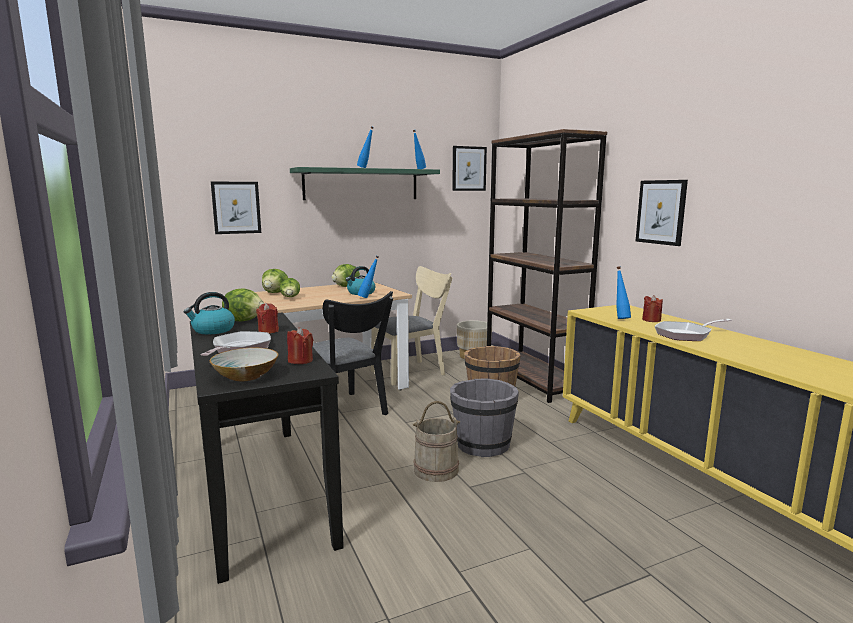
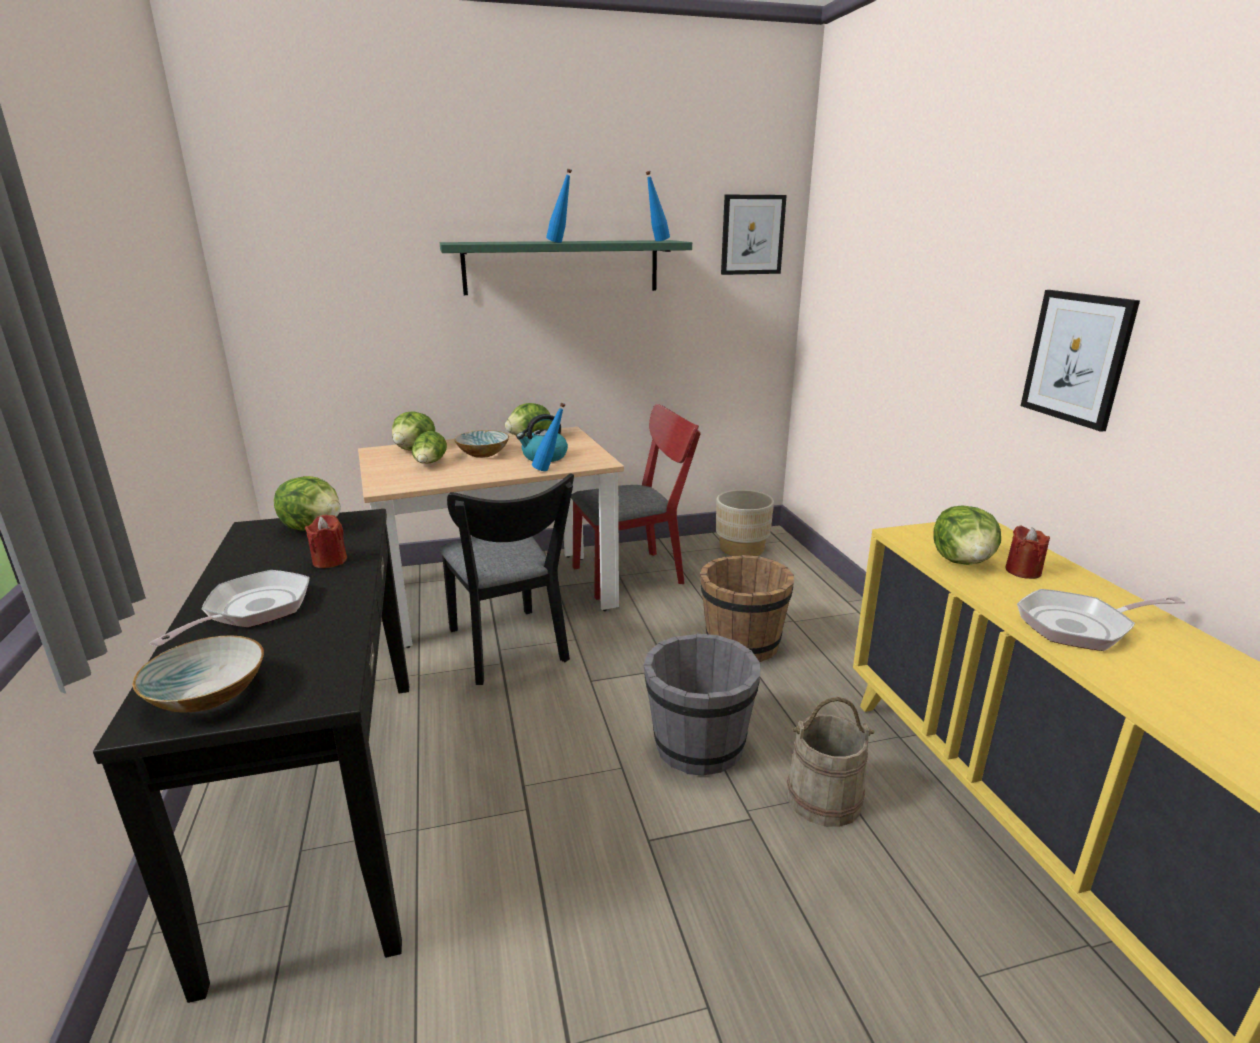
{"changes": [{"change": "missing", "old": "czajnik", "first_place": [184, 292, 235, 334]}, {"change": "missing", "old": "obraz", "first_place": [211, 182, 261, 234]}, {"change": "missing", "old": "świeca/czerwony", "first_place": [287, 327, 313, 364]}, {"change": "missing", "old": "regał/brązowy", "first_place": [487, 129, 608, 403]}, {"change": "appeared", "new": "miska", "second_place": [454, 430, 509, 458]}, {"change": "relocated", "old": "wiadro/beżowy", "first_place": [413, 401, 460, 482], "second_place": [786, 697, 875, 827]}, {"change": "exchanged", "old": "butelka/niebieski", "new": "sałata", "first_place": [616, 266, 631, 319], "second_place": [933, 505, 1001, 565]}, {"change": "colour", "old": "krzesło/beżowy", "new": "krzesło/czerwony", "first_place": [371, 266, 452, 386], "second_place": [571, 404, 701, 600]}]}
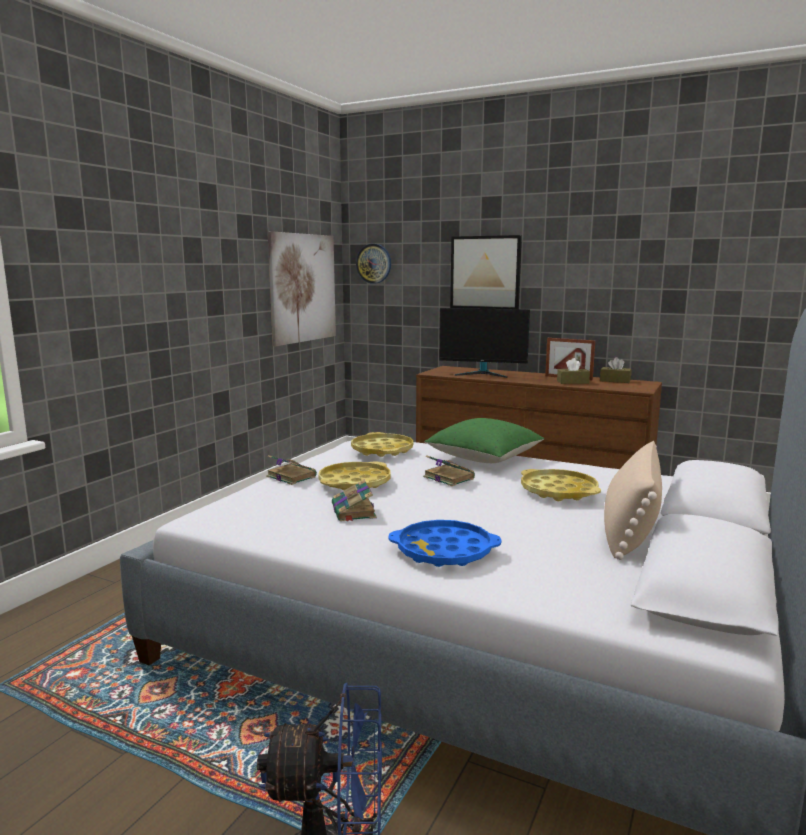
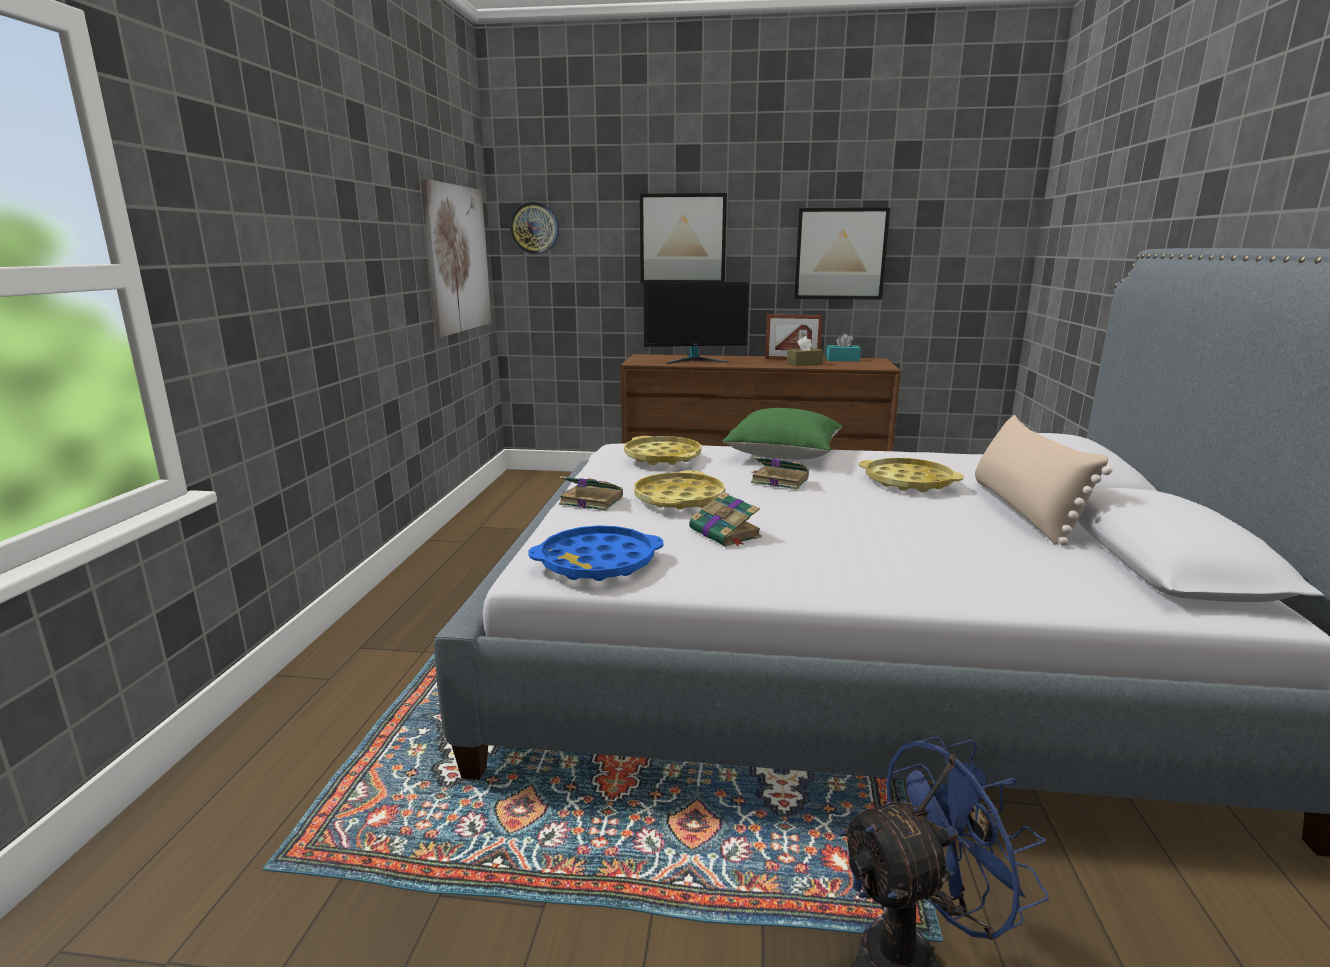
{"changes": [{"change": "appeared", "new": "obraz", "second_place": [794, 208, 890, 300]}, {"change": "relocated", "old": "taca/niebieski", "first_place": [388, 520, 501, 567], "second_place": [528, 525, 664, 581]}, {"change": "colour", "old": "pudełko chusteczek/brązowy", "new": "pudełko chusteczek/turkusowy", "first_place": [600, 357, 632, 383], "second_place": [826, 333, 861, 361]}]}
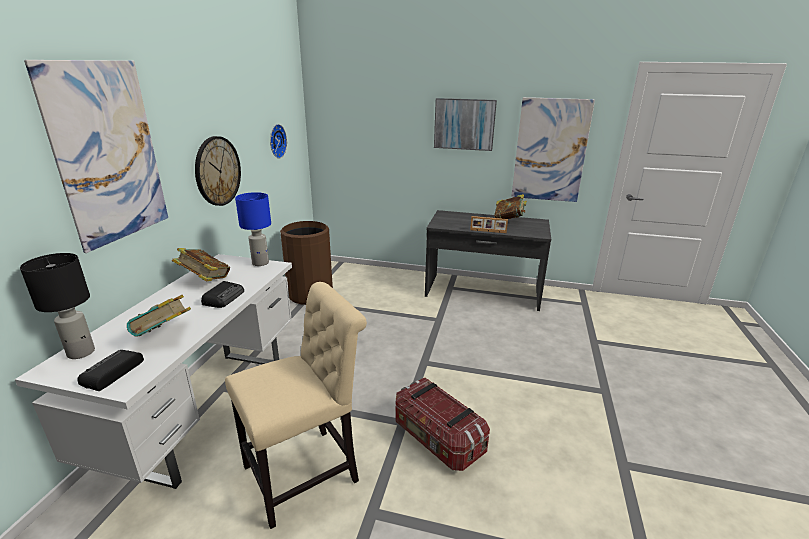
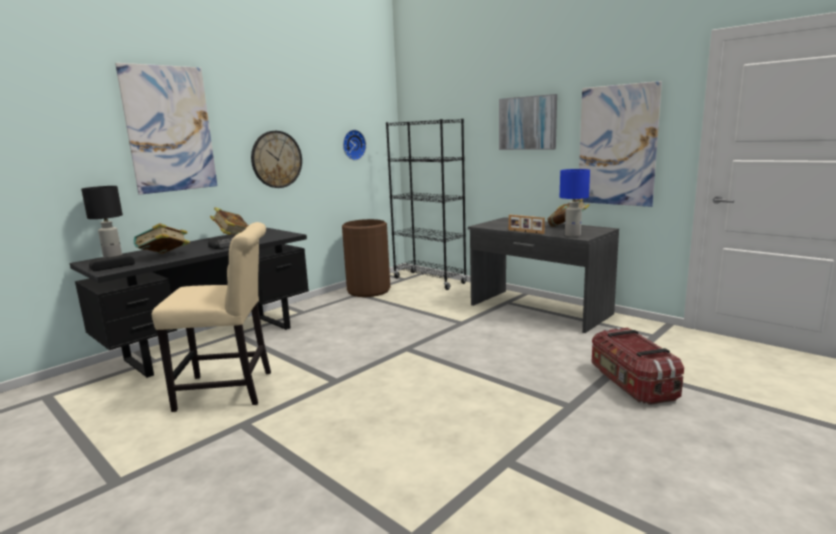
{"changes": [{"change": "appeared", "new": "regał/czarny", "second_place": [386, 119, 467, 290]}, {"change": "relocated", "old": "lampa stołowa/niebieski", "first_place": [235, 192, 271, 266], "second_place": [560, 169, 590, 237]}, {"change": "relocated", "old": "pojemnik do przechowywania", "first_place": [396, 378, 490, 471], "second_place": [591, 328, 684, 405]}, {"change": "colour", "old": "biurko/biały", "new": "biurko/czarny", "first_place": [15, 254, 292, 489], "second_place": [70, 228, 309, 378]}]}
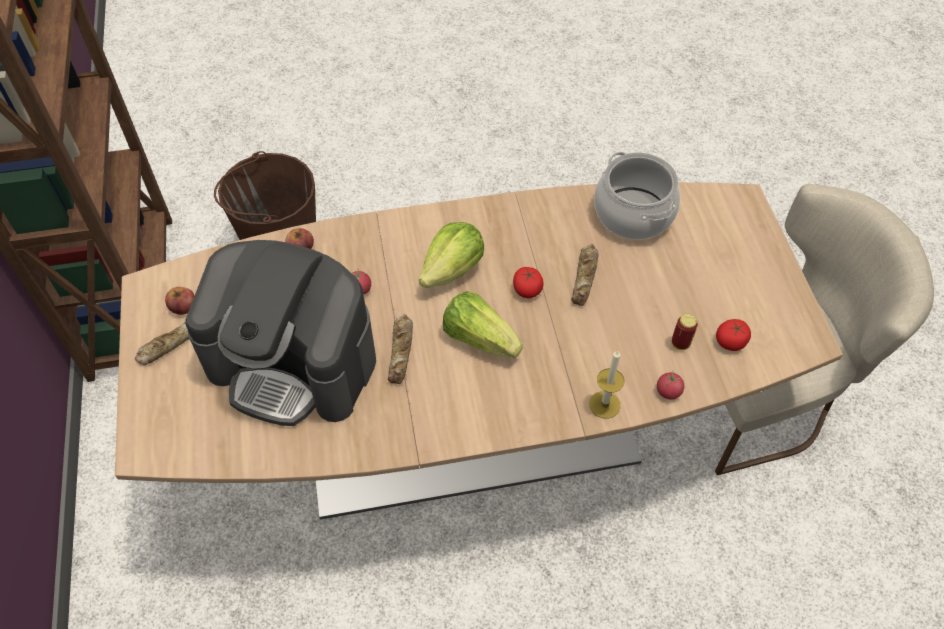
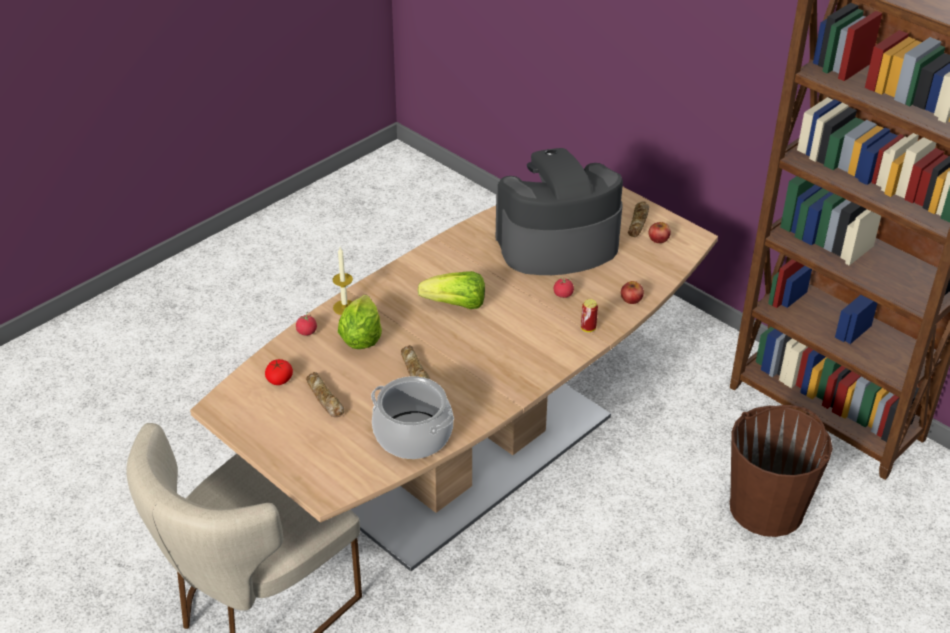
{"changes": [{"change": "missing", "old": "pomidor", "first_place": [513, 267, 544, 298]}, {"change": "relocated", "old": "chleb", "first_place": [388, 314, 413, 384], "second_place": [306, 372, 344, 417]}, {"change": "relocated", "old": "sałata", "first_place": [419, 222, 484, 288], "second_place": [338, 295, 382, 349]}, {"change": "relocated", "old": "puszka", "first_place": [672, 314, 698, 350], "second_place": [581, 299, 598, 332]}]}
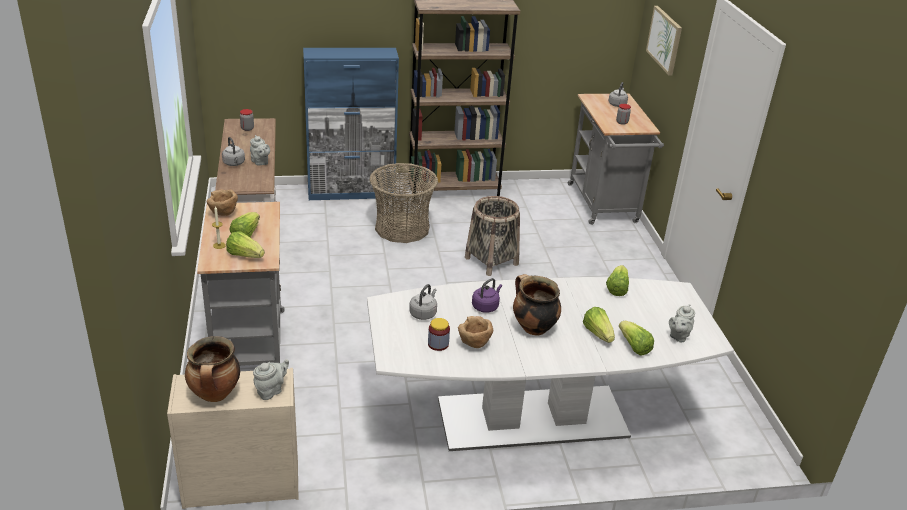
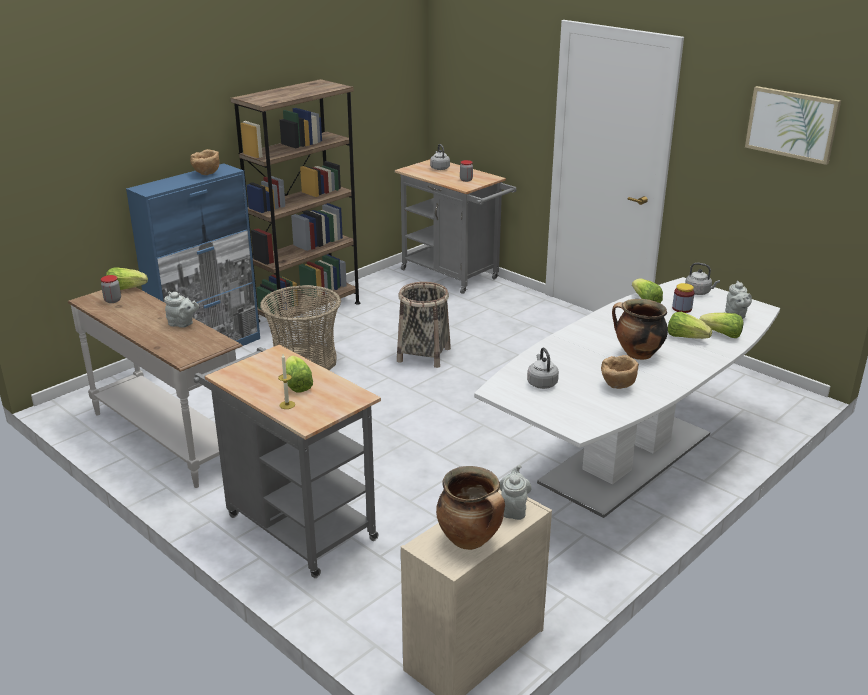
{"changes": [{"change": "missing", "old": "czajnik/fioletowy", "first_place": [472, 278, 502, 313]}, {"change": "relocated", "old": "miska/brązowy", "first_place": [207, 189, 238, 216], "second_place": [190, 149, 219, 175]}, {"change": "relocated", "old": "czajnik/szary", "first_place": [222, 137, 245, 166], "second_place": [685, 263, 720, 295]}, {"change": "relocated", "old": "sałata", "first_place": [226, 231, 265, 258], "second_place": [106, 267, 148, 290]}, {"change": "relocated", "old": "słoik", "first_place": [428, 318, 450, 351], "second_place": [672, 283, 695, 313]}, {"change": "relocated", "old": "obraz", "first_place": [646, 6, 682, 76], "second_place": [745, 86, 841, 165]}]}
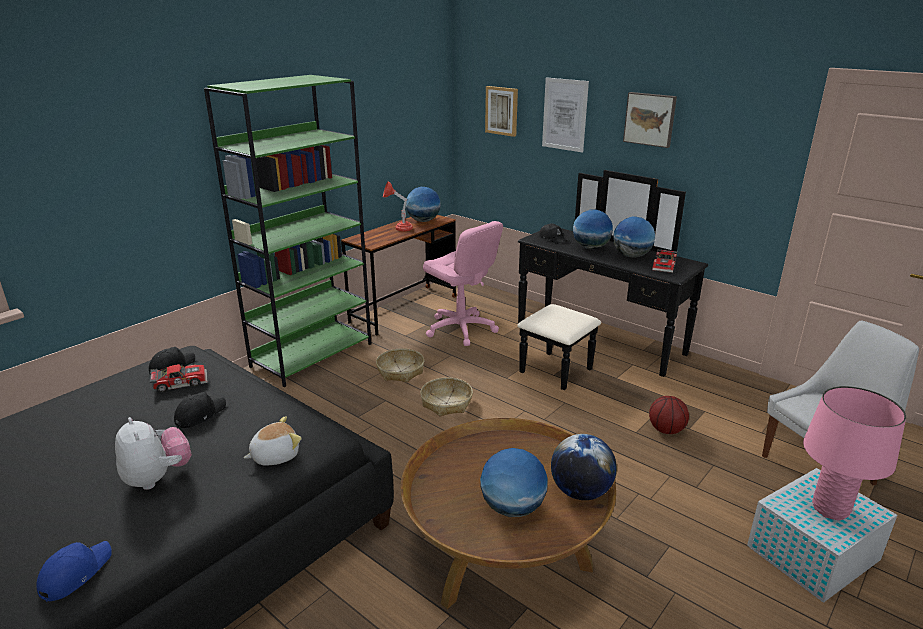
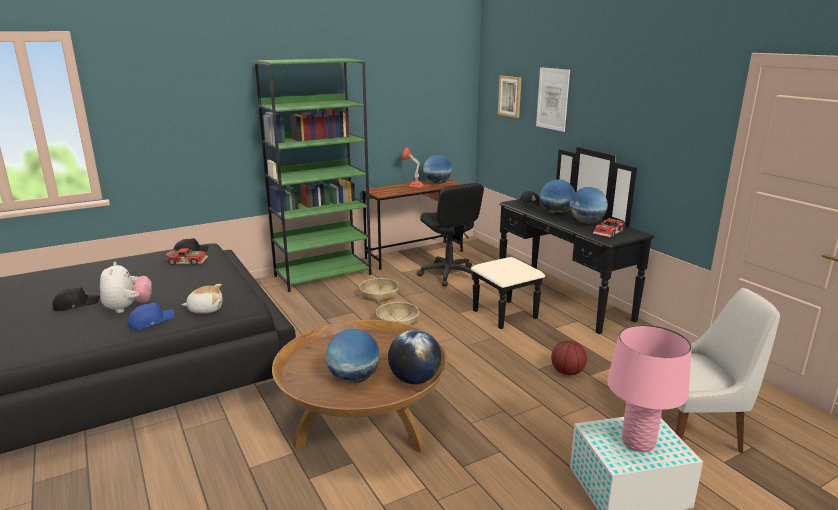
{"changes": [{"change": "missing", "old": "obraz", "first_place": [623, 92, 677, 148]}, {"change": "relocated", "old": "czapka z daszkiem/niebieski", "first_place": [36, 541, 112, 602], "second_place": [128, 303, 174, 330]}, {"change": "relocated", "old": "czapka z daszkiem/czarny", "first_place": [174, 392, 226, 428], "second_place": [52, 287, 100, 311]}, {"change": "colour", "old": "krzesło biurowe/różowy", "new": "krzesło biurowe/czarny", "first_place": [423, 221, 503, 346], "second_place": [417, 183, 484, 286]}]}
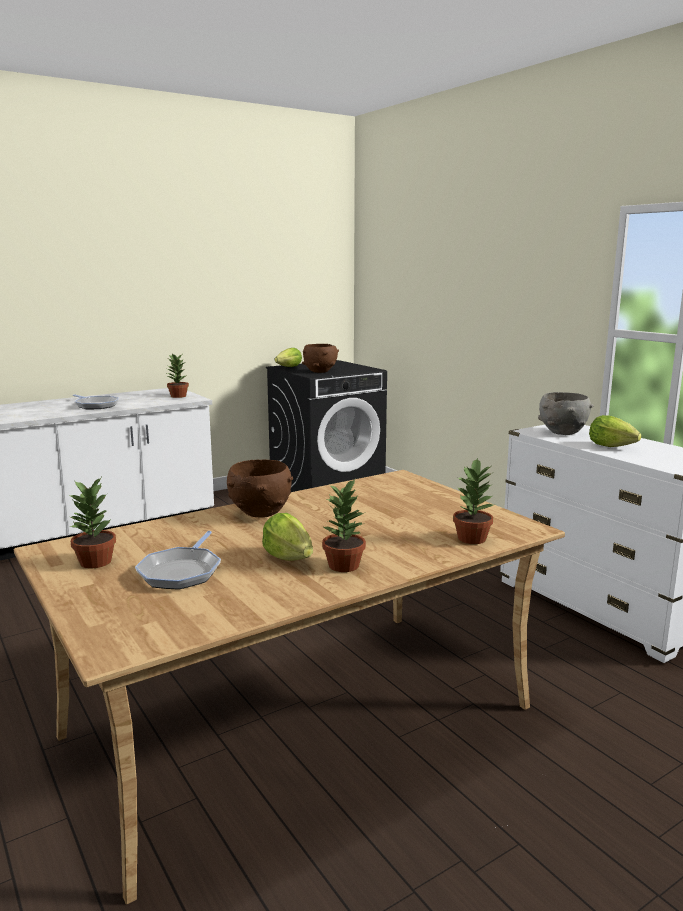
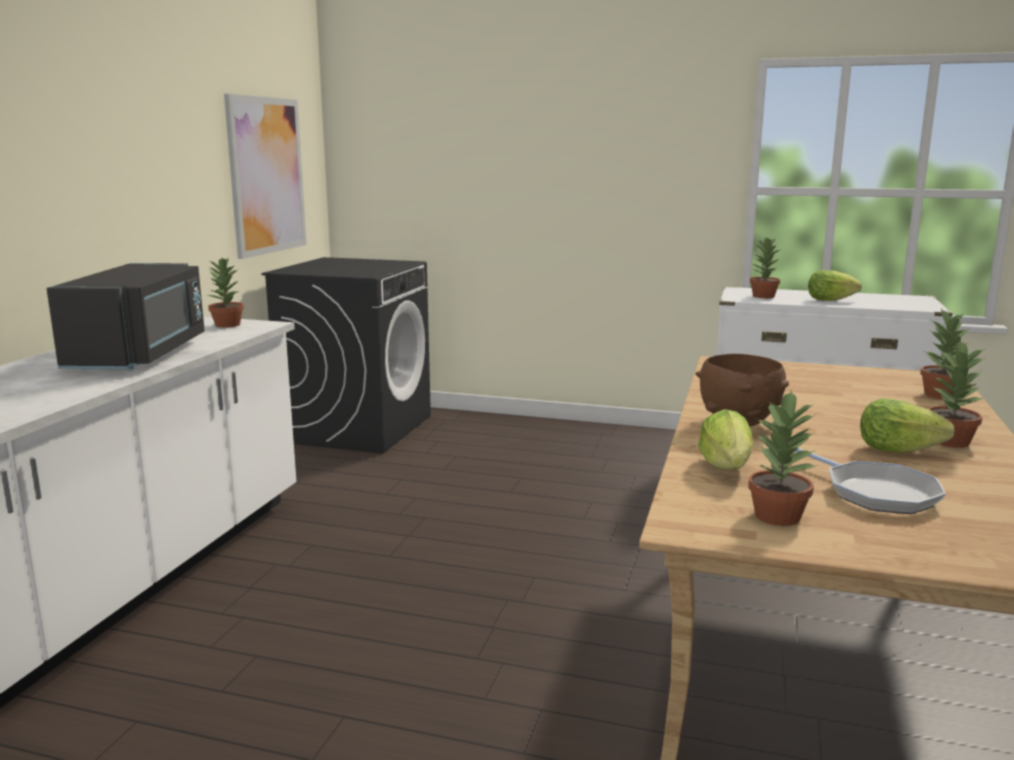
{"changes": [{"change": "missing", "old": "miska/brązowy", "first_place": [302, 344, 339, 373]}, {"change": "appeared", "new": "obraz", "second_place": [224, 94, 307, 259]}, {"change": "relocated", "old": "sałata", "first_place": [275, 348, 302, 367], "second_place": [698, 409, 753, 470]}, {"change": "exchanged", "old": "patelnia", "new": "mikrofalówka/czarny", "first_place": [73, 394, 119, 409], "second_place": [47, 263, 205, 370]}, {"change": "exchanged", "old": "miska/szary", "new": "roślina doniczkowa", "first_place": [538, 392, 594, 435], "second_place": [750, 238, 780, 298]}]}
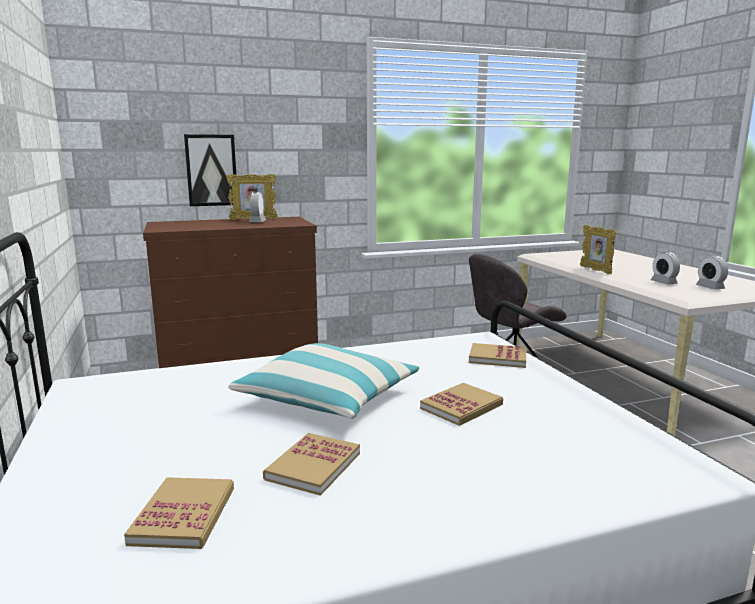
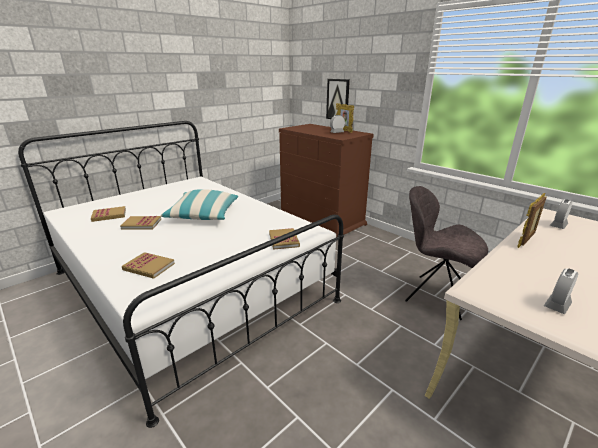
{"changes": [{"change": "relocated", "old": "książka", "first_place": [420, 383, 503, 426], "second_place": [122, 252, 175, 279]}, {"change": "relocated", "old": "budzik", "first_place": [651, 252, 680, 284], "second_place": [550, 199, 572, 229]}]}
